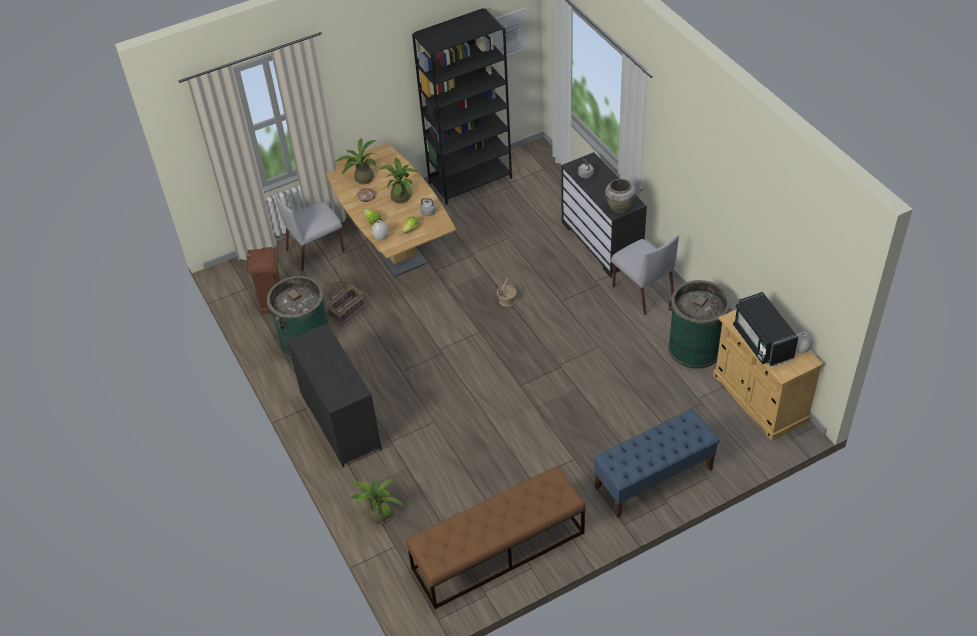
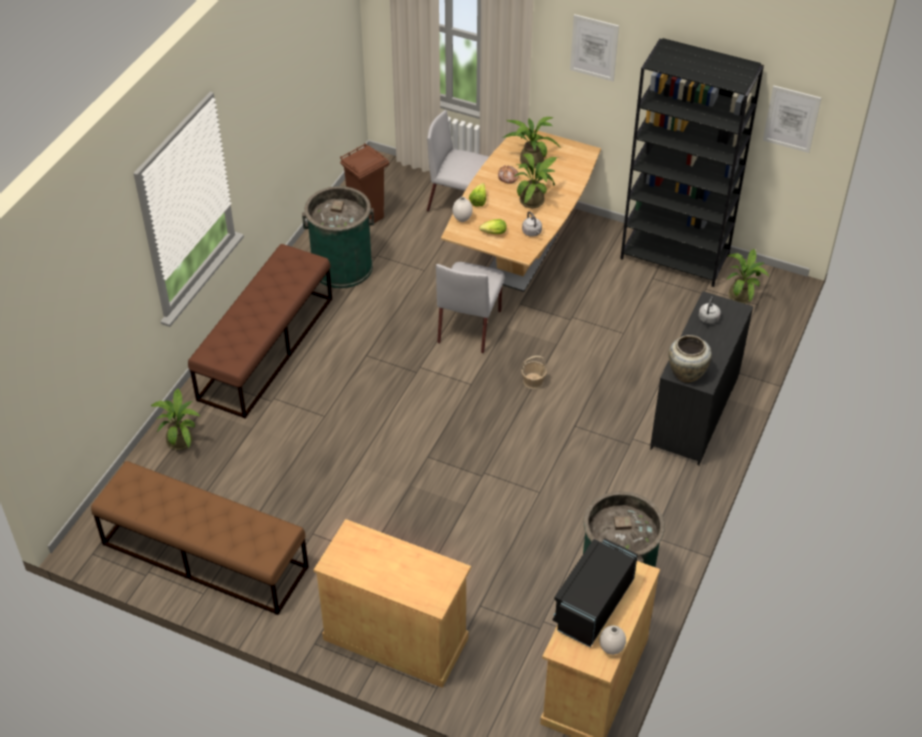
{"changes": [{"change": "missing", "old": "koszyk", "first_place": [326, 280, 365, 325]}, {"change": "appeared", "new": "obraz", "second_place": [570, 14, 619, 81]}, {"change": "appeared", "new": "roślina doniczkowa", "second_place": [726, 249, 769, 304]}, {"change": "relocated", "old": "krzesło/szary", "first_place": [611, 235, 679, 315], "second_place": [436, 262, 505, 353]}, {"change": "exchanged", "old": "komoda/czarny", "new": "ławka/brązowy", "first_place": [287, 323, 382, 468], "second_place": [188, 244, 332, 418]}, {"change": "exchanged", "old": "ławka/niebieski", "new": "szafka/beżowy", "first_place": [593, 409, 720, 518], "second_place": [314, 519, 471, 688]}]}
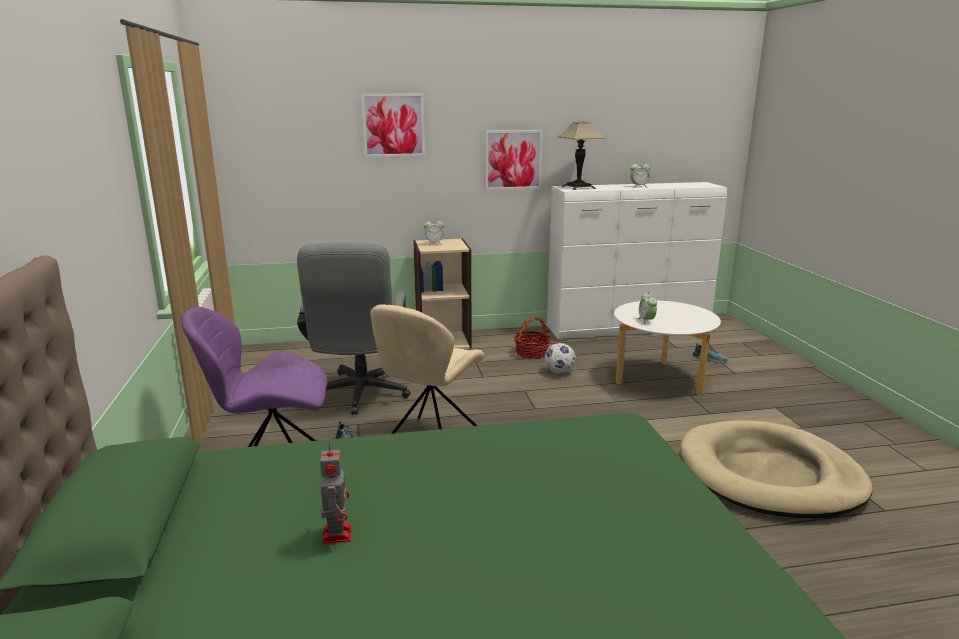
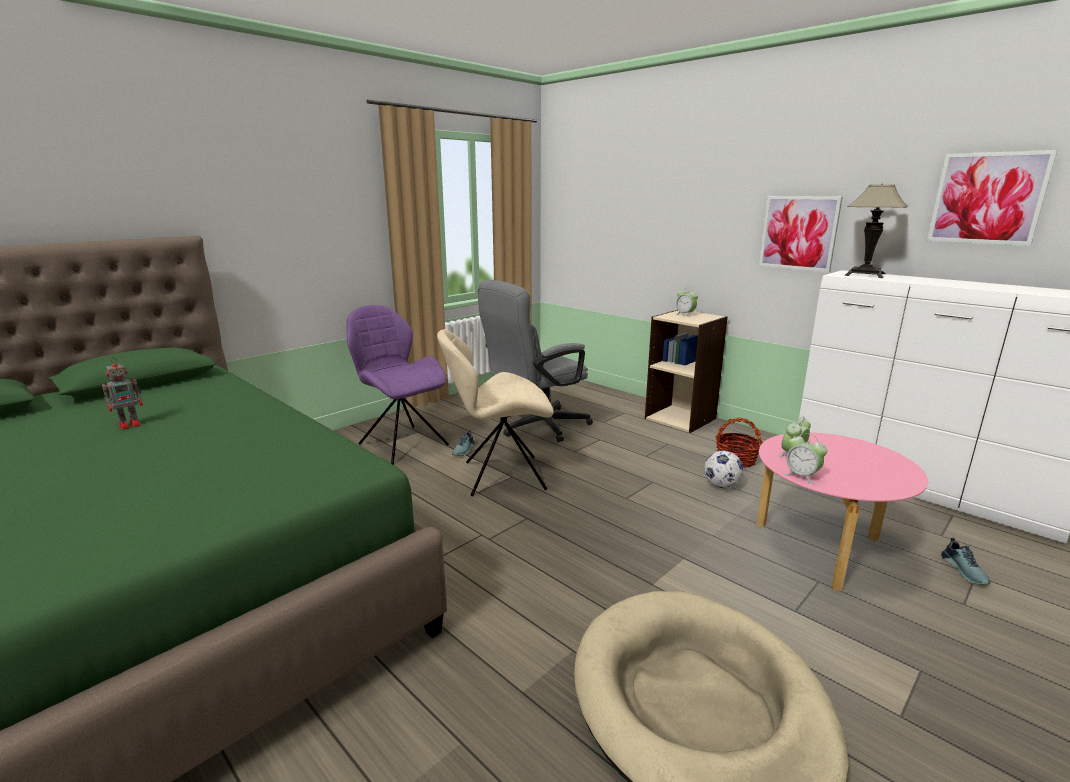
{"changes": [{"change": "relocated", "old": "obraz", "first_place": [361, 93, 425, 157], "second_place": [927, 150, 1057, 246]}, {"change": "relocated", "old": "budzik", "first_place": [630, 164, 650, 188], "second_place": [783, 433, 828, 485]}, {"change": "colour", "old": "ława/biały", "new": "ława/różowy", "first_place": [614, 301, 721, 395], "second_place": [757, 432, 928, 591]}]}
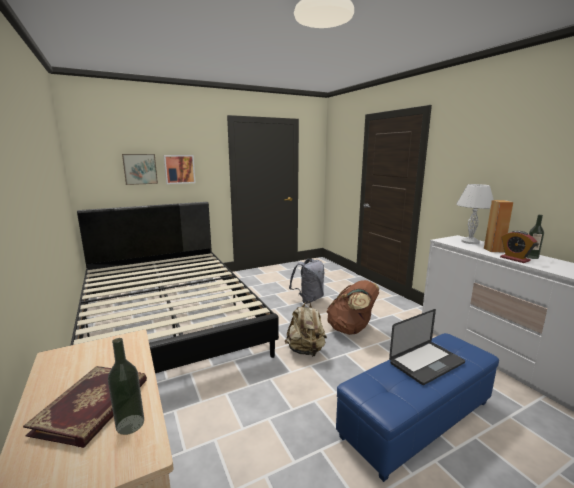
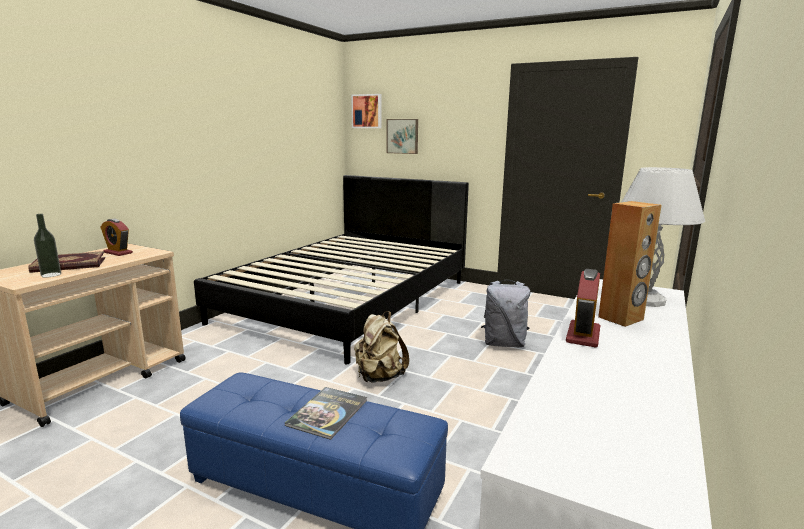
{"changes": [{"change": "missing", "old": "plecak/brązowy", "first_place": [327, 280, 379, 335]}, {"change": "missing", "old": "butelka", "first_place": [526, 215, 544, 259]}, {"change": "appeared", "new": "budzik", "second_place": [100, 219, 133, 256]}, {"change": "relocated", "old": "obraz", "first_place": [164, 155, 196, 184], "second_place": [351, 94, 381, 128]}, {"change": "exchanged", "old": "laptop", "new": "książka", "first_place": [389, 309, 465, 385], "second_place": [285, 387, 367, 440]}]}
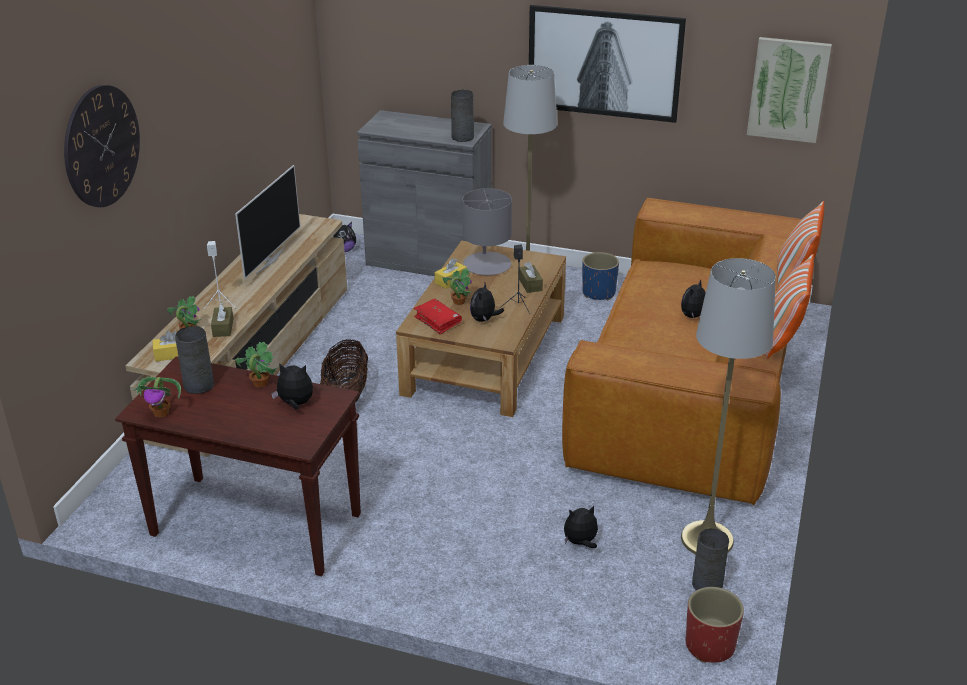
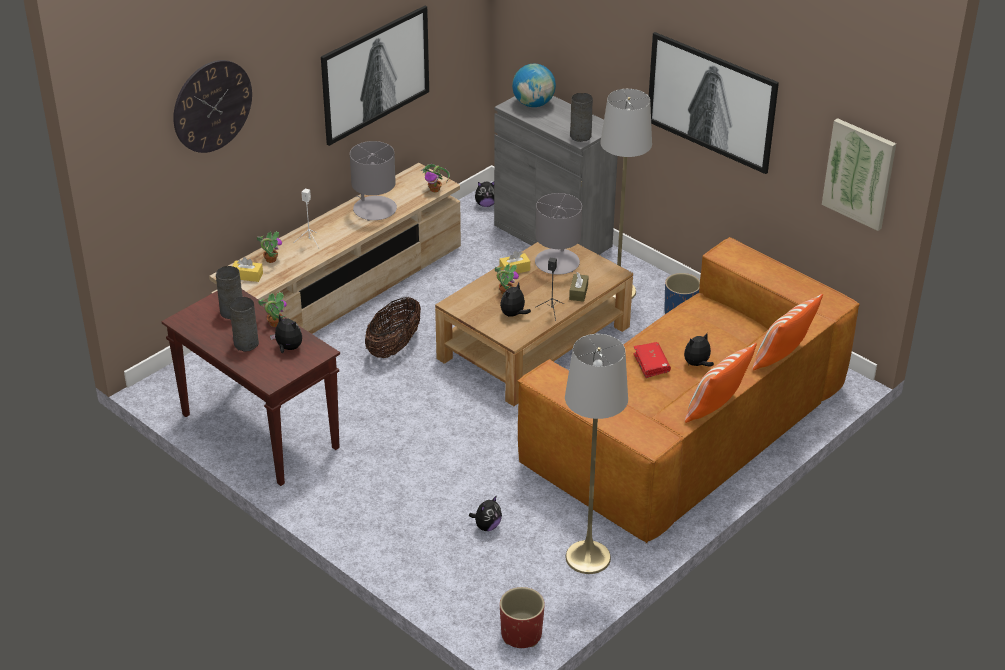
{"changes": [{"change": "missing", "old": "pudełko chusteczek/brązowy", "first_place": [211, 303, 234, 337]}, {"change": "appeared", "new": "obraz", "second_place": [321, 6, 429, 146]}, {"change": "appeared", "new": "globus", "second_place": [512, 64, 556, 107]}, {"change": "relocated", "old": "roślina doniczkowa", "first_place": [133, 377, 181, 417], "second_place": [420, 164, 450, 192]}, {"change": "relocated", "old": "książka/czerwony", "first_place": [414, 299, 462, 334], "second_place": [633, 342, 671, 378]}, {"change": "relocated", "old": "wazon/szary", "first_place": [692, 528, 729, 590], "second_place": [230, 297, 259, 352]}, {"change": "exchanged", "old": "telewizor", "new": "lampa stołowa/szary", "first_place": [235, 165, 300, 279], "second_place": [350, 141, 397, 221]}, {"change": "spun", "old": "pluszak", "first_place": [564, 506, 598, 548], "second_place": [469, 495, 502, 531], "degrees": 120}]}
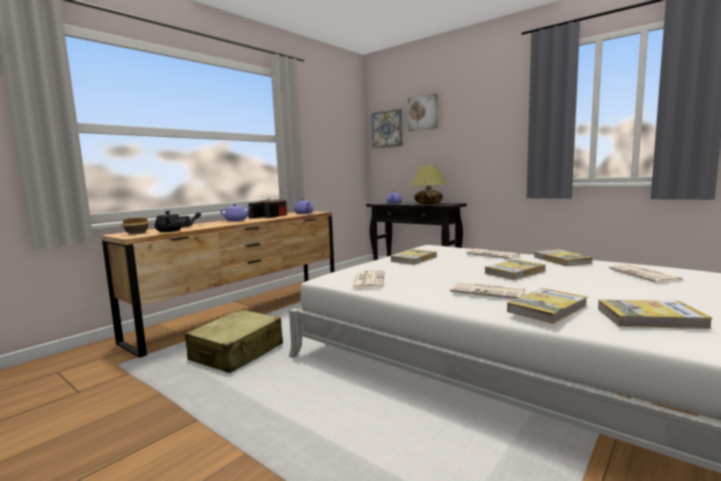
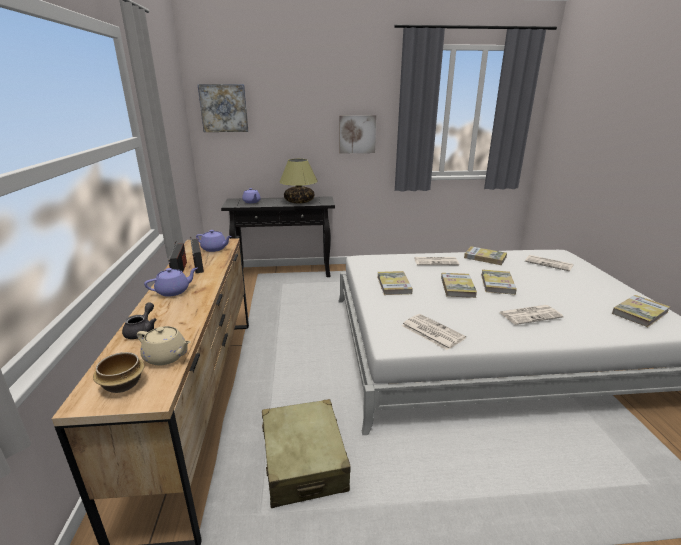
{"changes": [{"change": "relocated", "old": "obraz", "first_place": [408, 94, 438, 131], "second_place": [340, 115, 376, 153]}, {"change": "relocated", "old": "książka", "first_place": [507, 288, 587, 324], "second_place": [441, 273, 477, 298]}, {"change": "colour", "old": "imbryk/czarny", "new": "imbryk/beżowy", "first_place": [155, 211, 183, 232], "second_place": [137, 326, 191, 366]}]}
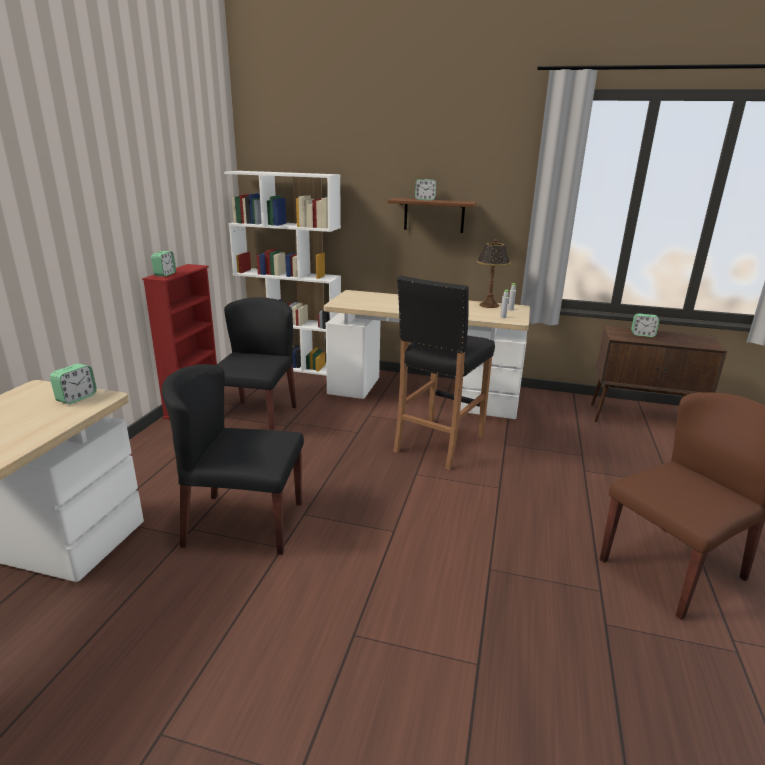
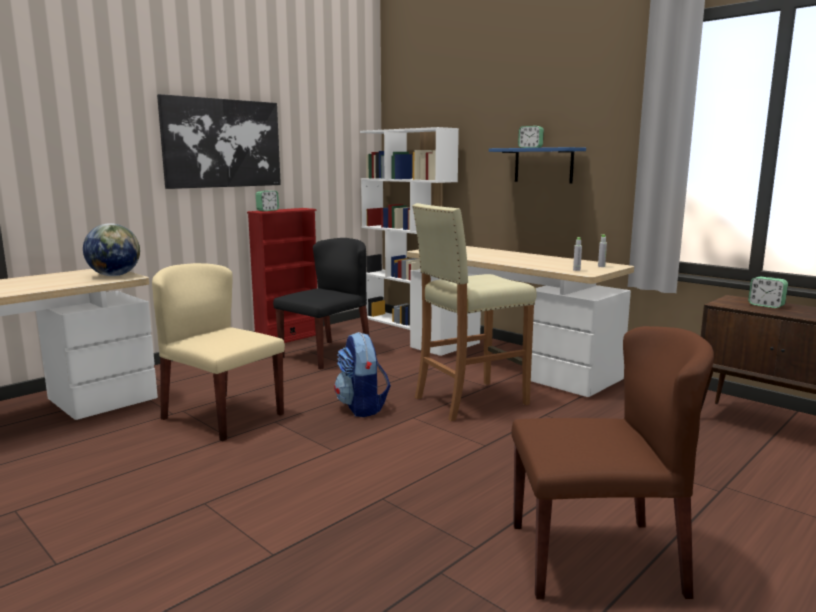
{"changes": [{"change": "missing", "old": "lampa stołowa", "first_place": [477, 239, 511, 308]}, {"change": "appeared", "new": "obraz", "second_place": [157, 94, 281, 189]}, {"change": "appeared", "new": "plecak", "second_place": [334, 332, 391, 417]}, {"change": "exchanged", "old": "budzik", "new": "globus", "first_place": [50, 363, 97, 404], "second_place": [83, 223, 140, 276]}, {"change": "colour", "old": "krzesło/czarny", "new": "krzesło/beżowy", "first_place": [162, 364, 304, 555], "second_place": [152, 263, 285, 441]}, {"change": "colour", "old": "półka/brązowy", "new": "półka/niebieski", "first_place": [388, 198, 477, 233], "second_place": [489, 147, 586, 183]}, {"change": "colour", "old": "stołek/czarny", "new": "stołek/beżowy", "first_place": [393, 276, 495, 470], "second_place": [412, 203, 537, 421]}]}
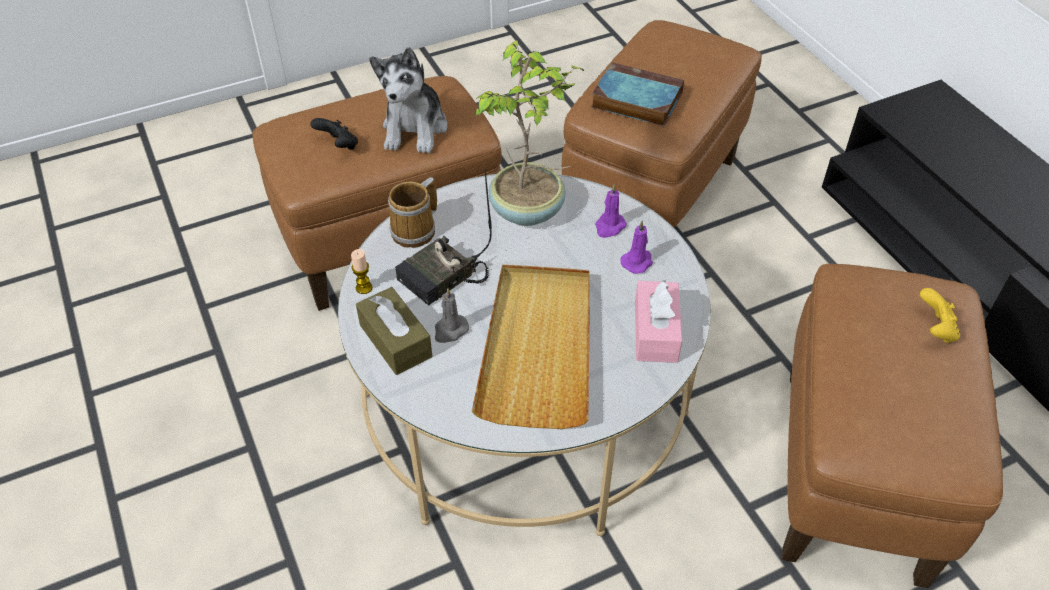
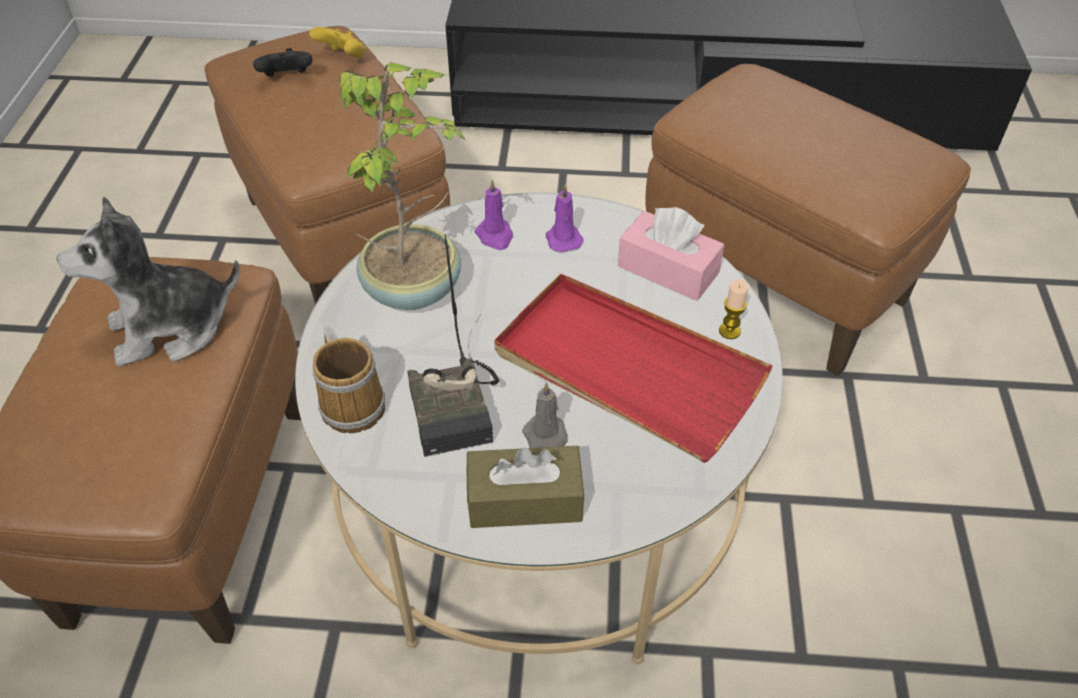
{"changes": [{"change": "missing", "old": "książka", "first_place": [591, 62, 684, 127]}, {"change": "relocated", "old": "pad do gier/czarny", "first_place": [310, 118, 358, 150], "second_place": [253, 48, 313, 77]}, {"change": "relocated", "old": "świeca", "first_place": [351, 249, 372, 294], "second_place": [719, 279, 749, 339]}, {"change": "relocated", "old": "pad do gier/żółty", "first_place": [920, 288, 960, 343], "second_place": [309, 27, 365, 59]}, {"change": "colour", "old": "taca/beżowy", "new": "taca/czerwony", "first_place": [472, 265, 590, 429], "second_place": [494, 274, 773, 463]}, {"change": "spun", "old": "pluszak", "first_place": [369, 47, 447, 154], "second_place": [57, 197, 240, 367], "degrees": 120}]}
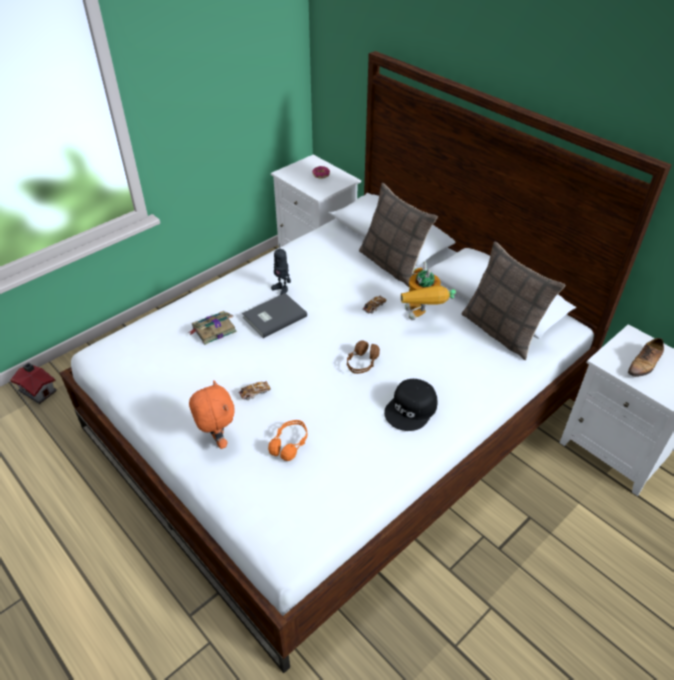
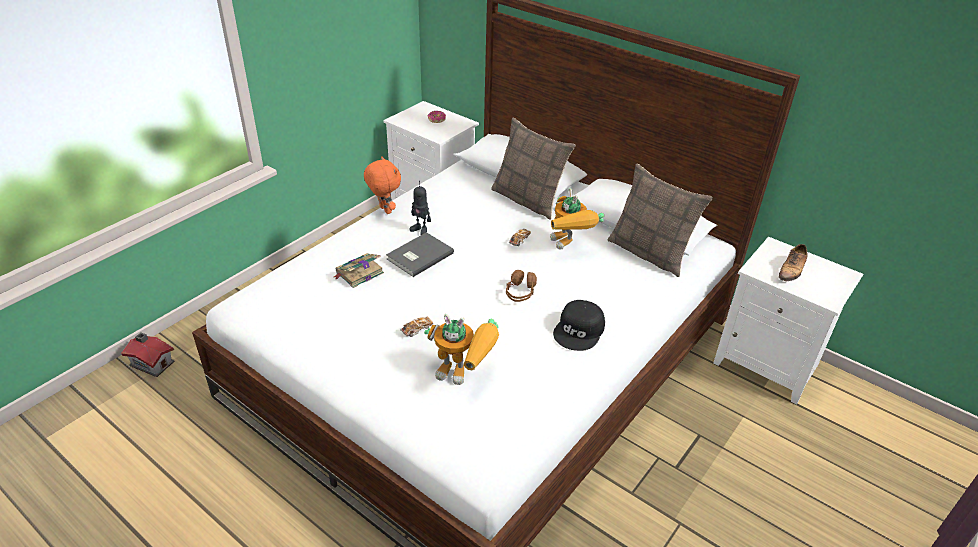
{"changes": [{"change": "relocated", "old": "pluszak/pomarańczowy", "first_place": [189, 380, 235, 449], "second_place": [364, 156, 401, 214]}, {"change": "exchanged", "old": "słuchawki/pomarańczowy", "new": "robot zabawkowy", "first_place": [268, 420, 307, 461], "second_place": [424, 314, 499, 385]}]}
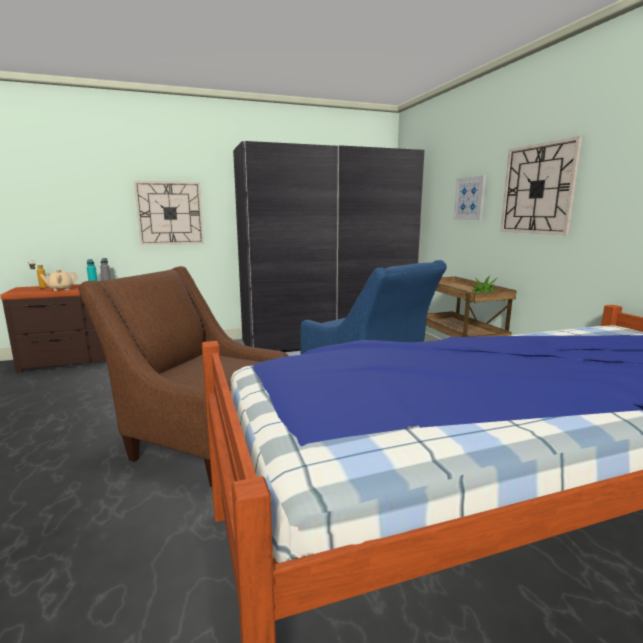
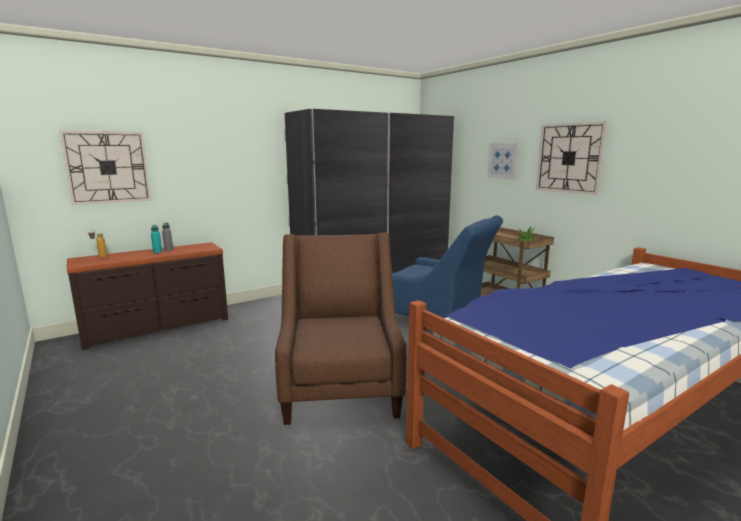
{"changes": [{"change": "missing", "old": "imbryk/beżowy", "first_place": [40, 269, 78, 291]}, {"change": "relocated", "old": "zegar ścienny", "first_place": [134, 181, 204, 245], "second_place": [59, 130, 151, 205]}, {"change": "spun", "old": "fotel/brązowy", "first_place": [79, 266, 288, 487], "second_place": [275, 232, 406, 425], "degrees": 75}]}
